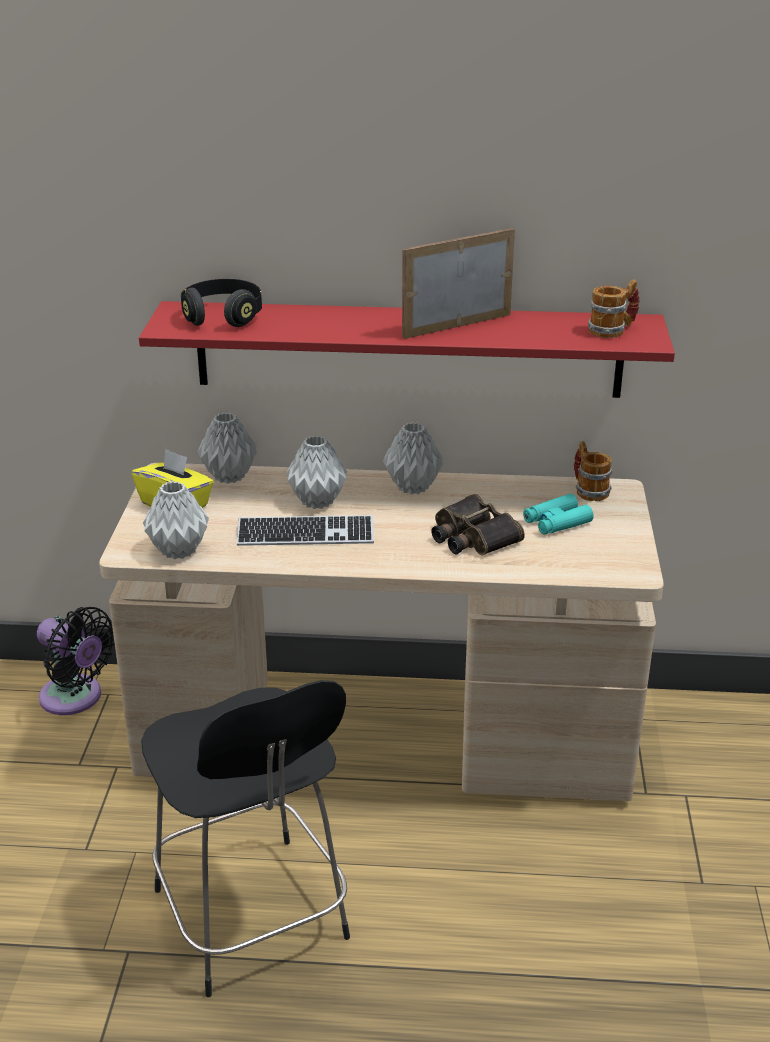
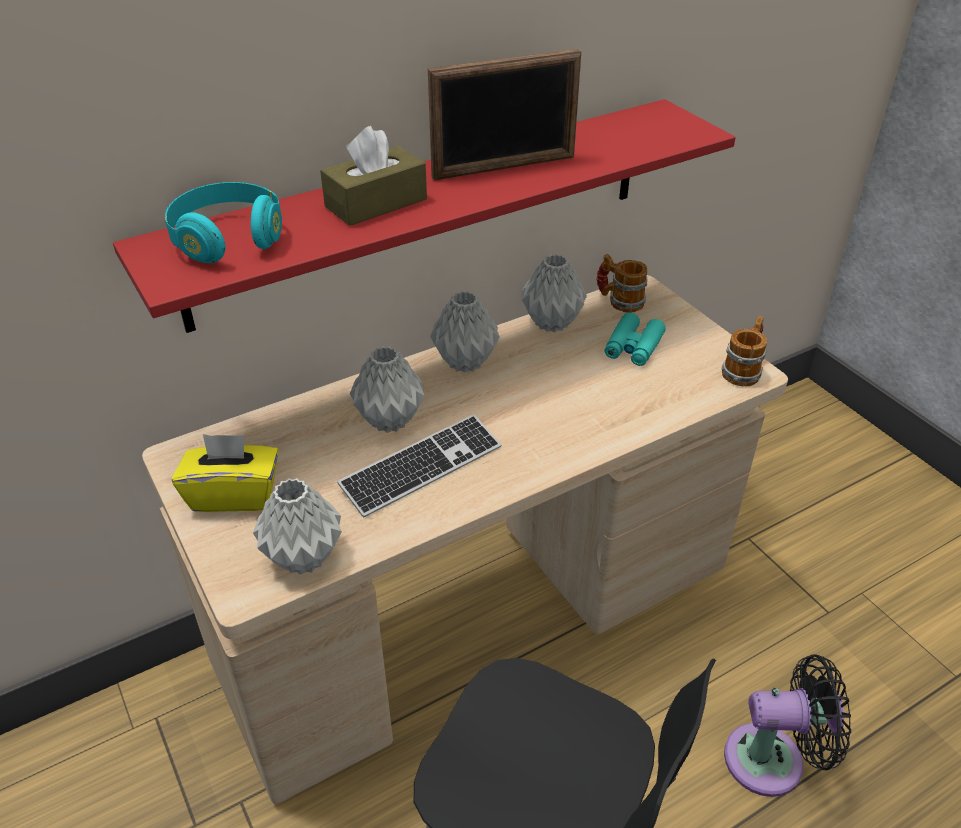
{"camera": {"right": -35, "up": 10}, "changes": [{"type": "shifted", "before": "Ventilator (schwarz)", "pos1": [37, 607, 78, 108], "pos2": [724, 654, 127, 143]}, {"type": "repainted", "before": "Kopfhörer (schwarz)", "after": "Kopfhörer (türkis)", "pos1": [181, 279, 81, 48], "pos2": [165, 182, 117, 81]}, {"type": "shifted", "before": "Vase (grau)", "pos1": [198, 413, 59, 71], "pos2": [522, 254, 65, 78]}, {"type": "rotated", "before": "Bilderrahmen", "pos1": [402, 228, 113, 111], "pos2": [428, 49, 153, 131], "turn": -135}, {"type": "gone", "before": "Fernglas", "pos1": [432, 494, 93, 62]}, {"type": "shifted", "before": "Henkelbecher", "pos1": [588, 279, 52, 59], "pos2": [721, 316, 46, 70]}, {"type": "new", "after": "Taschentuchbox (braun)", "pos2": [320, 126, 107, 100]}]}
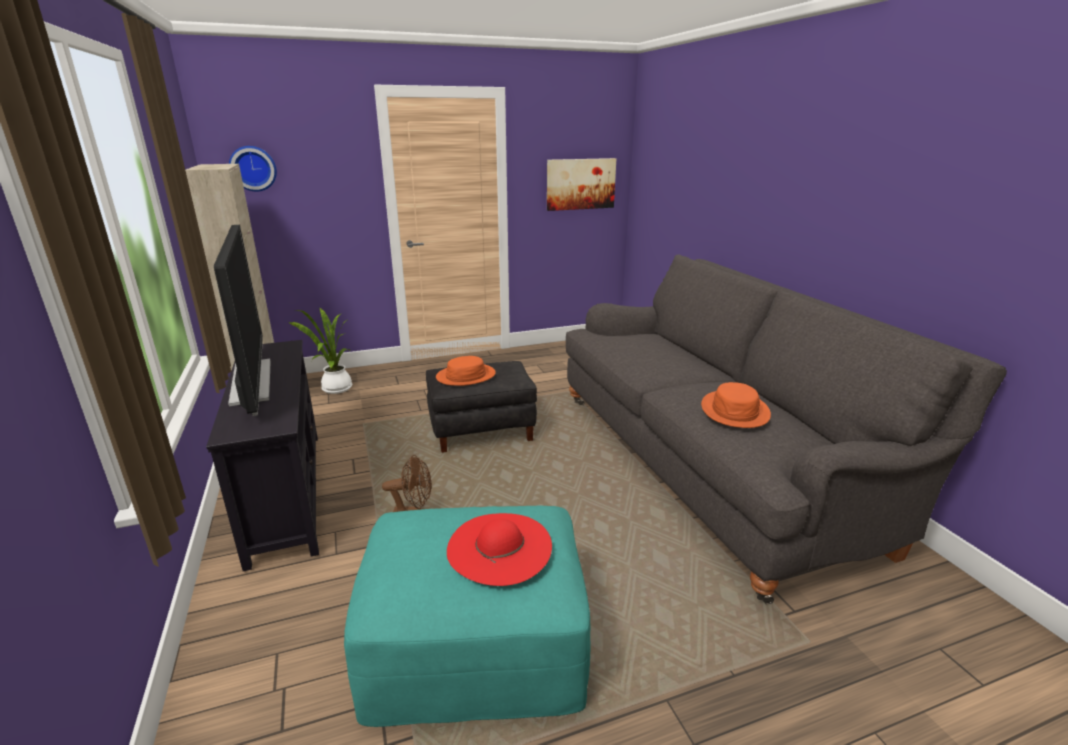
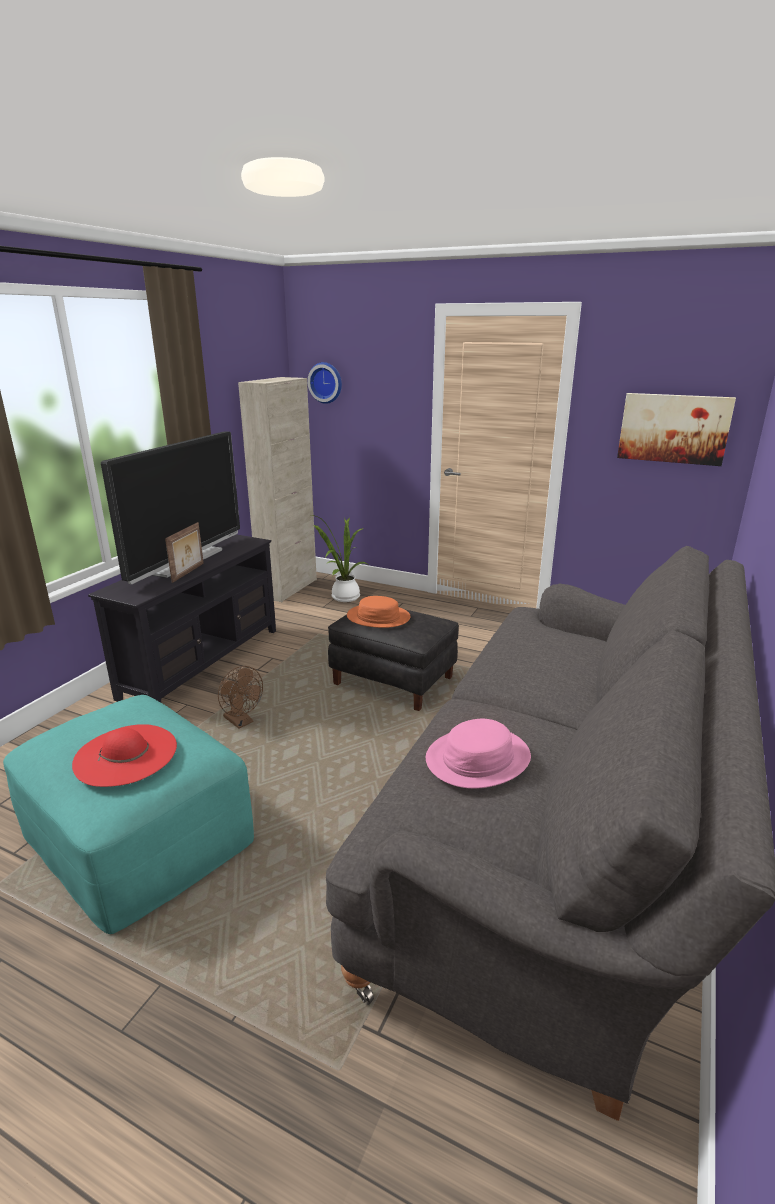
{"camera": {"right": 45, "up": 0}, "changes": [{"type": "repainted", "before": "Hut (orange)", "after": "Hut (rosa)", "pos1": [701, 382, 70, 46], "pos2": [426, 719, 105, 70]}, {"type": "new", "after": "Bilderrahmen", "pos2": [165, 522, 39, 61]}]}
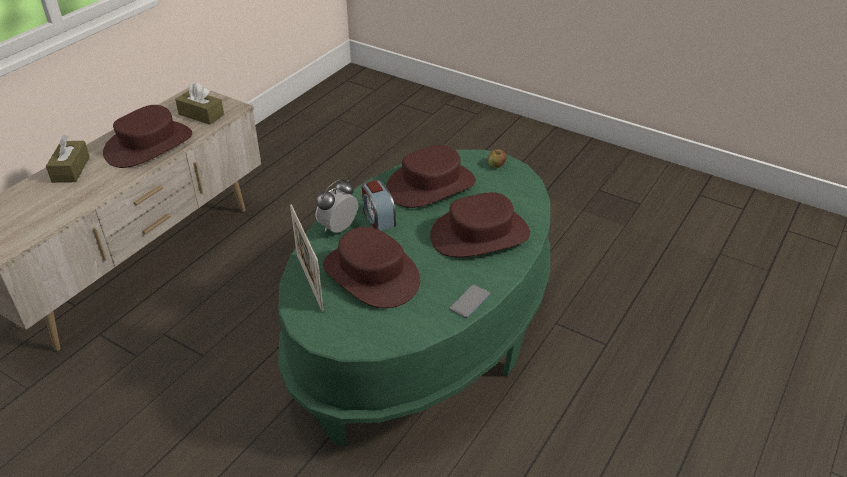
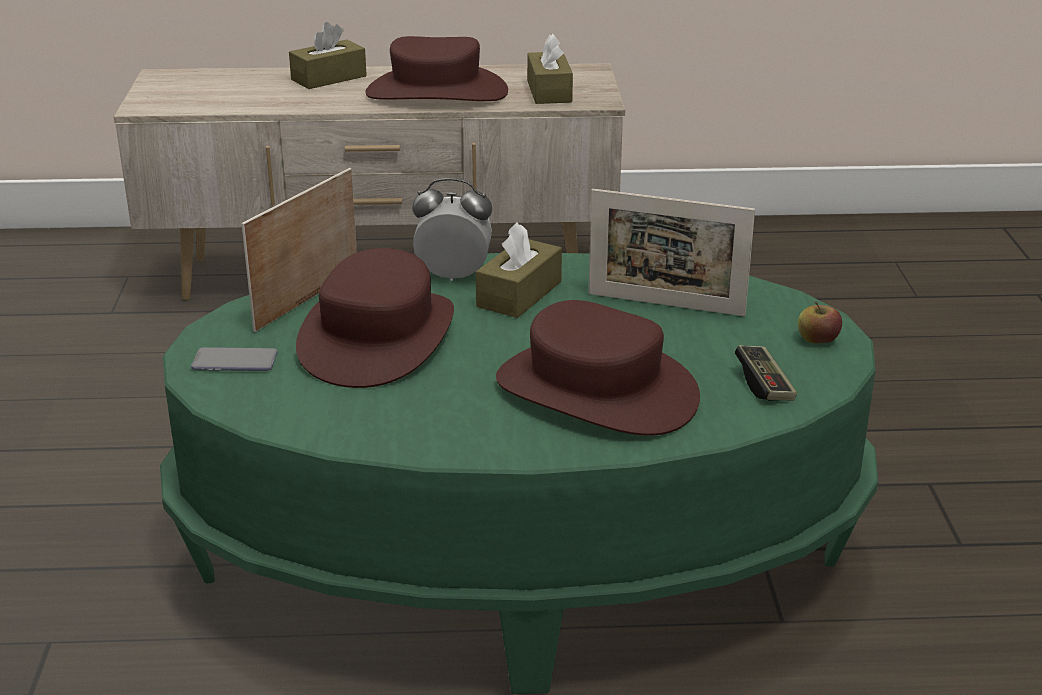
{"camera": {"right": 55, "up": -10}, "changes": [{"type": "swapped", "before": "Wecker", "after": "Taschentuchbox (braun)", "pos1": [362, 180, 34, 51], "pos2": [476, 222, 86, 96]}, {"type": "swapped", "before": "Hut (braun)", "after": "Bilderrahmen", "pos1": [386, 145, 90, 63], "pos2": [589, 189, 166, 127]}, {"type": "shifted", "before": "Handy", "pos1": [449, 285, 41, 33], "pos2": [191, 347, 87, 24]}, {"type": "new", "after": "Gamepad", "pos2": [735, 345, 62, 56]}]}
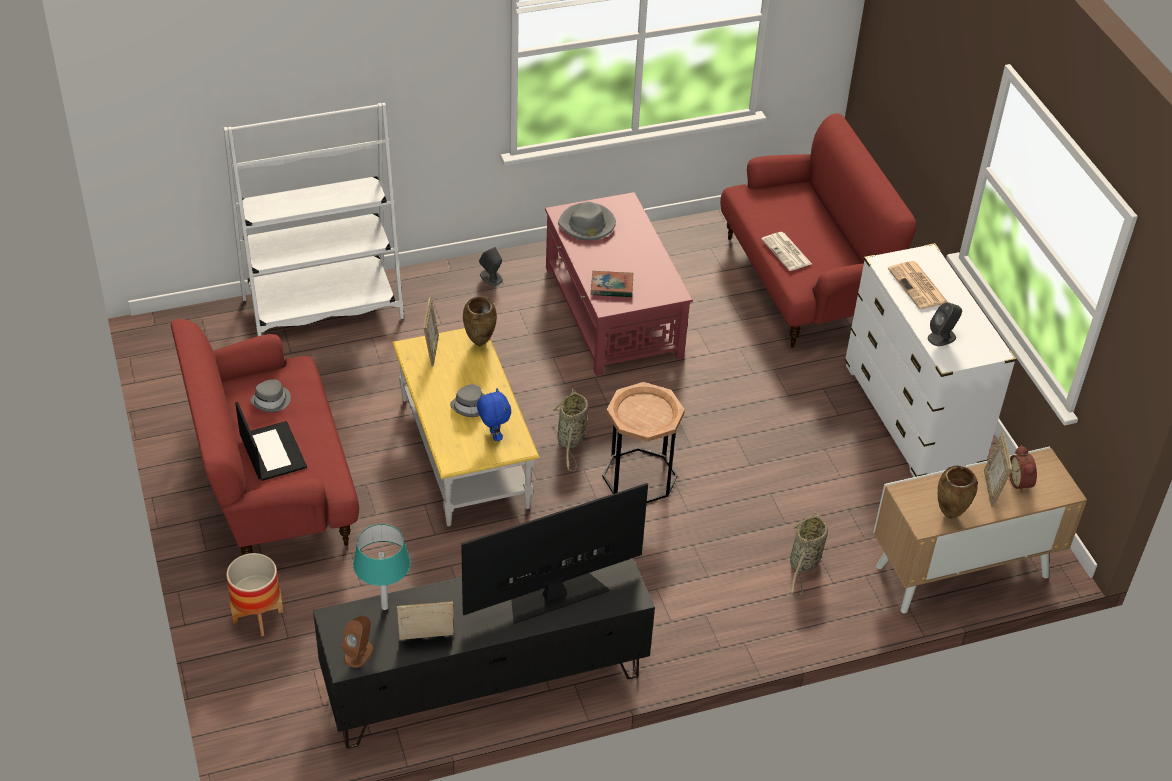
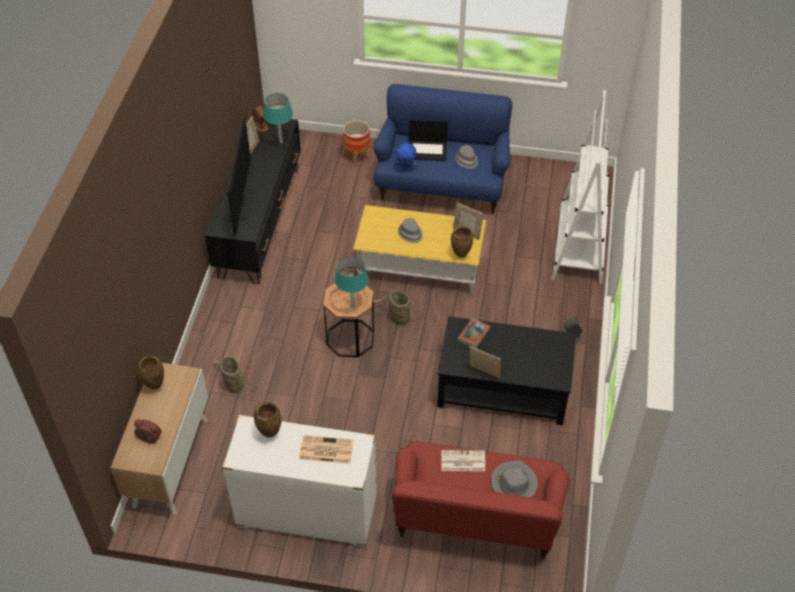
{"camera": {"right": 120, "up": 5}, "changes": [{"type": "repainted", "before": "Sofa (rot)", "after": "Sofa (blau)", "pos1": [171, 319, 188, 236], "pos2": [374, 84, 138, 130]}, {"type": "shifted", "before": "Plüschtier (blau)", "pos1": [477, 388, 34, 53], "pos2": [395, 143, 22, 28]}, {"type": "repainted", "before": "Couchtisch (rot)", "after": "Couchtisch (schwarz)", "pos1": [545, 192, 148, 184], "pos2": [437, 316, 139, 109]}, {"type": "shifted", "before": "Hut (grau)", "pos1": [558, 202, 58, 39], "pos2": [491, 461, 47, 36]}, {"type": "swapped", "before": "Lautsprecher (grau)", "after": "Vase (braun)", "pos1": [928, 302, 34, 44], "pos2": [254, 402, 27, 36]}, {"type": "shifted", "before": "Bilderrahmen", "pos1": [984, 432, 28, 75], "pos2": [469, 346, 32, 33]}, {"type": "new", "after": "Tischlampe (türkis)", "pos2": [335, 257, 34, 51]}]}
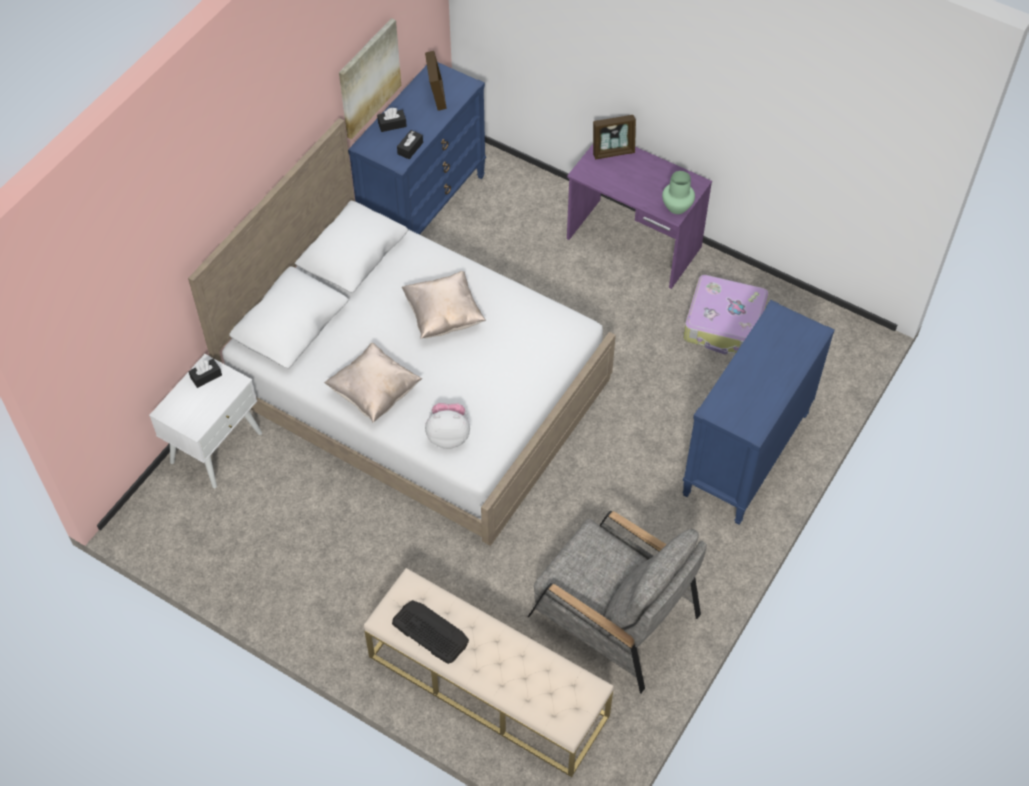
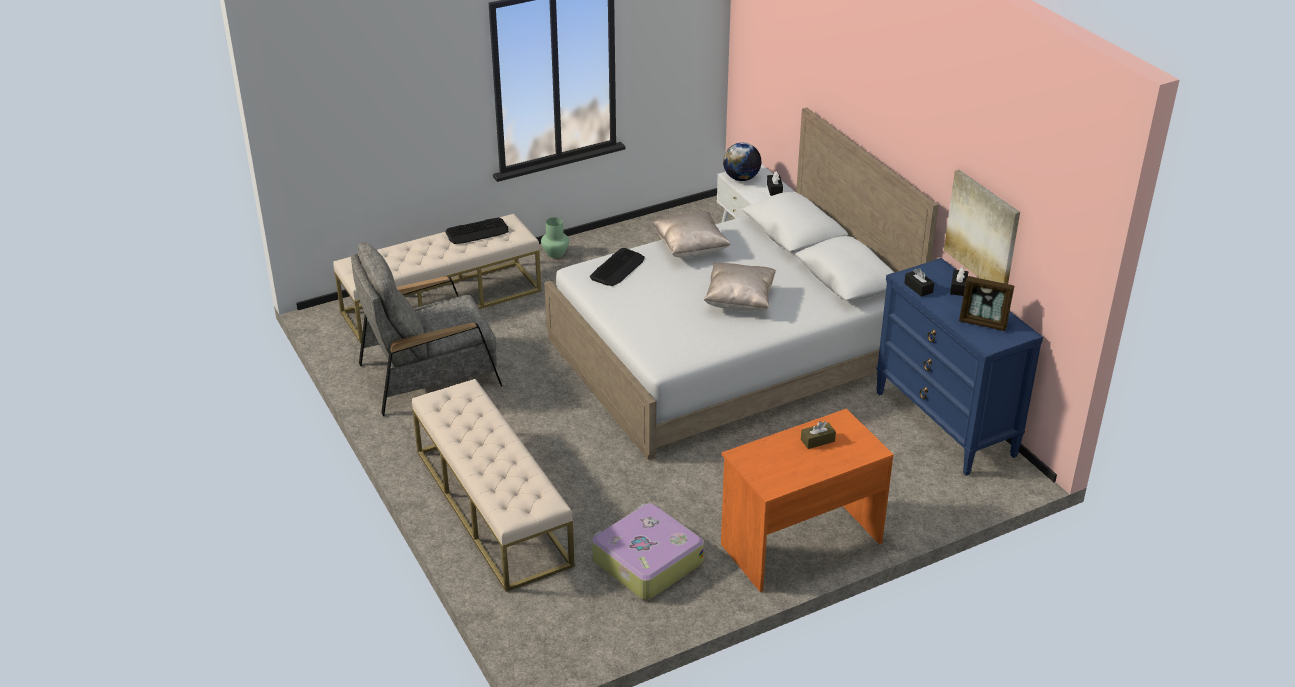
{"camera": {"right": 120, "up": -20}, "changes": [{"type": "swapped", "before": "Plüschtier", "after": "Tastatur", "pos1": [425, 403, 45, 46], "pos2": [590, 248, 55, 38]}, {"type": "repainted", "before": "Schreibtisch (lila)", "after": "Schreibtisch (orange)", "pos1": [567, 144, 145, 145], "pos2": [721, 409, 173, 183]}, {"type": "gone", "before": "Bilderrahmen", "pos1": [593, 115, 43, 44]}, {"type": "shifted", "before": "Vase (grün)", "pos1": [662, 171, 33, 43], "pos2": [541, 217, 28, 41]}, {"type": "swapped", "before": "Kommode (blau)", "after": "Bank (beige)", "pos1": [682, 300, 153, 225], "pos2": [412, 379, 163, 213]}, {"type": "new", "after": "Globus", "pos2": [723, 143, 39, 38]}, {"type": "new", "after": "Taschentuchbox (braun)", "pos2": [801, 421, 35, 28]}]}
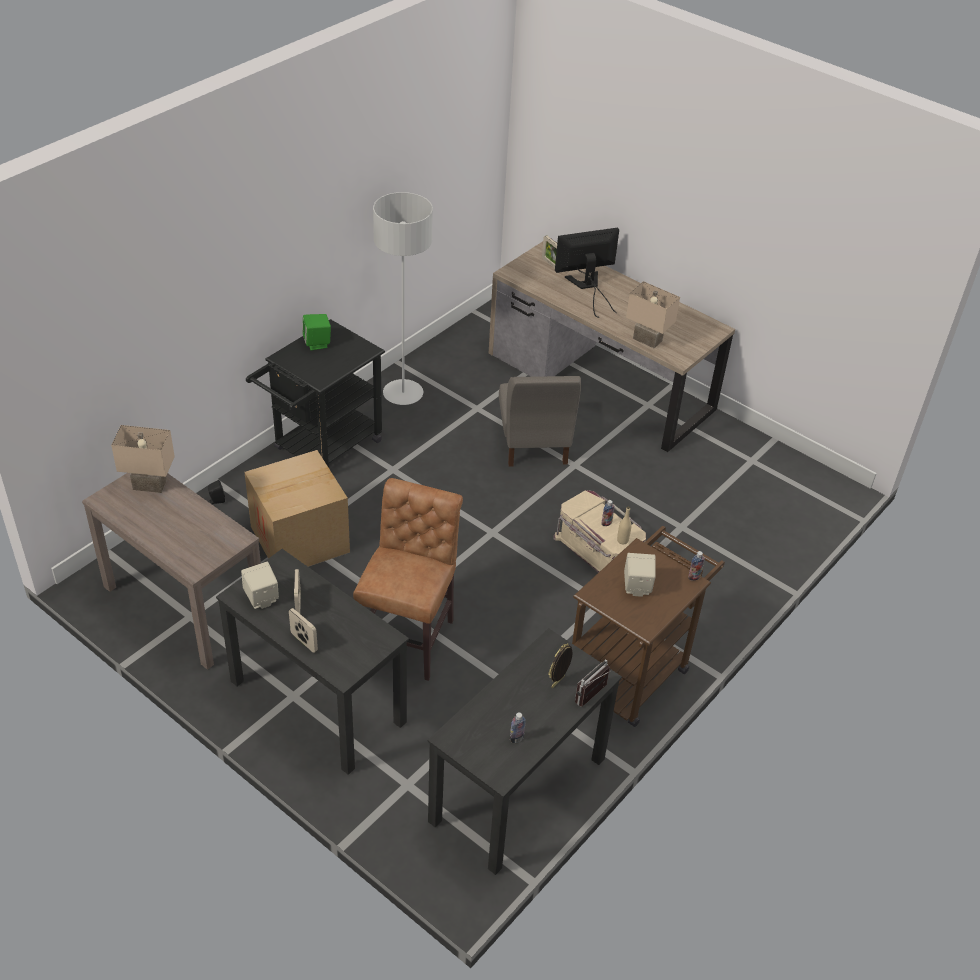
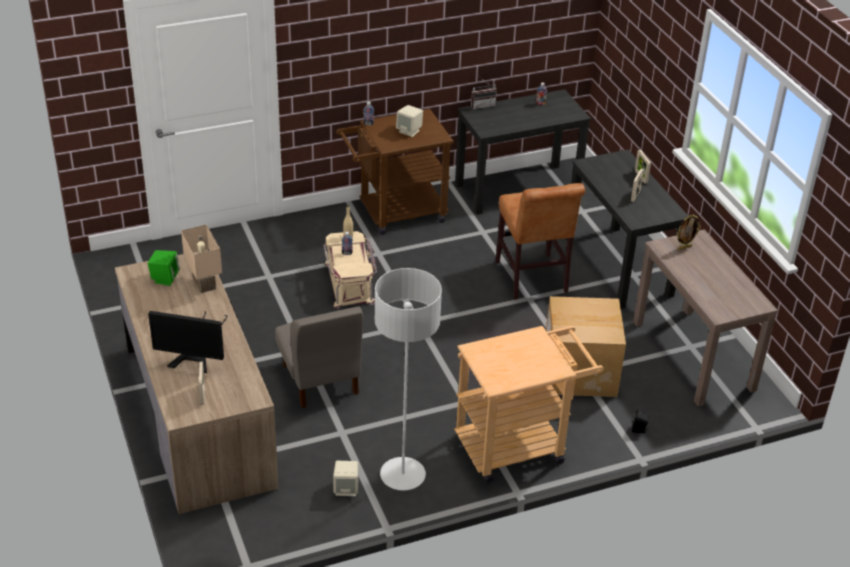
{"camera": {"right": -150, "up": -5}, "changes": [{"type": "gone", "before": "Tischlampe (beige)", "pos1": [111, 425, 64, 68]}, {"type": "shifted", "before": "Lautsprecher (beige)", "pos1": [241, 562, 38, 47], "pos2": [333, 461, 25, 35]}, {"type": "repainted", "before": "Rollwagen (schwarz)", "after": "Rollwagen (beige)", "pos1": [246, 319, 139, 149], "pos2": [454, 326, 149, 157]}, {"type": "shifted", "before": "Lautsprecher (grün)", "pos1": [302, 314, 29, 36], "pos2": [148, 250, 32, 36]}, {"type": "rotated", "before": "Stuhl (braun)", "pos1": [353, 478, 110, 203], "pos2": [496, 183, 89, 117], "turn": -60}, {"type": "rotated", "before": "Stuhl (grau)", "pos1": [499, 376, 82, 91], "pos2": [275, 306, 88, 102], "turn": 135}, {"type": "shifted", "before": "Bilderrahmen", "pos1": [548, 643, 24, 45], "pos2": [676, 214, 25, 36]}]}
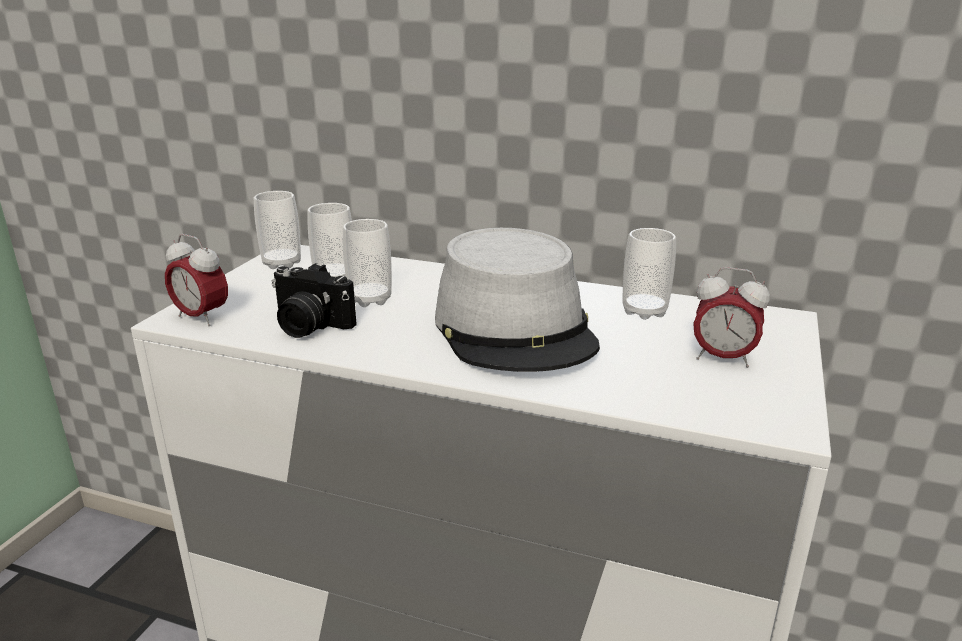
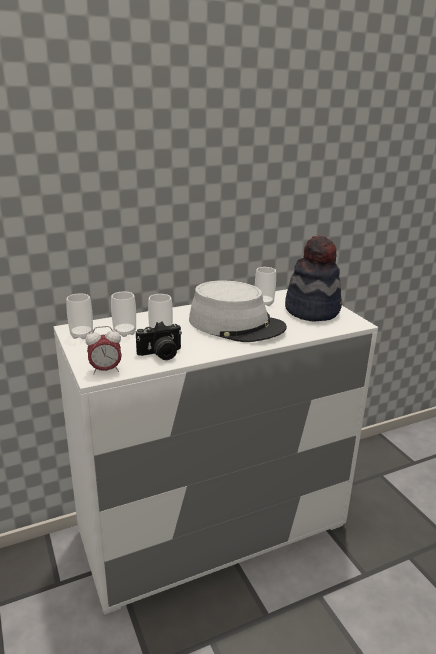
{"camera": {"right": -45, "up": 0}, "changes": [{"type": "swapped", "before": "Wecker", "after": "Hut", "pos1": [693, 267, 77, 101], "pos2": [285, 235, 57, 87]}]}
